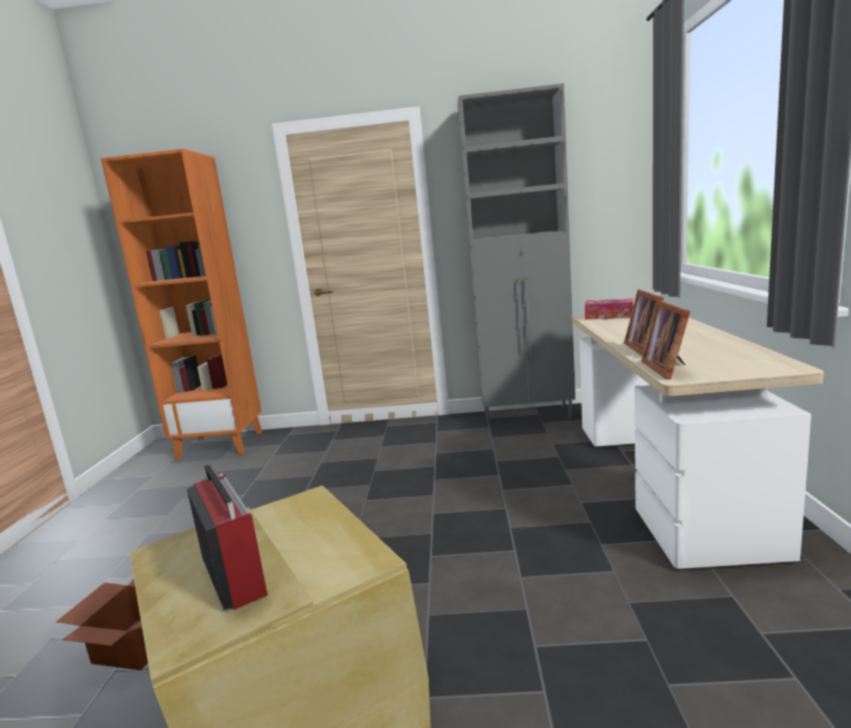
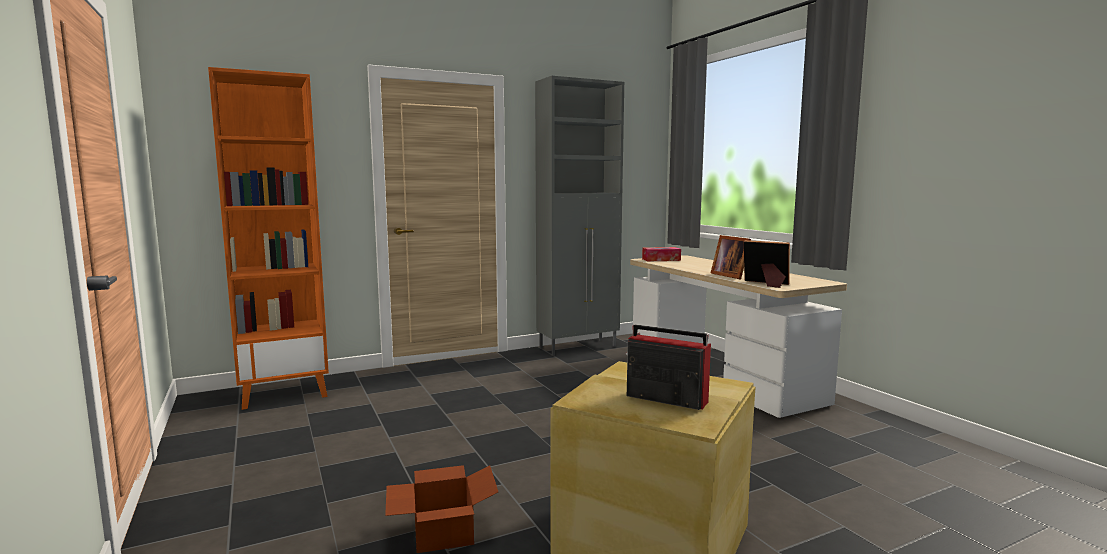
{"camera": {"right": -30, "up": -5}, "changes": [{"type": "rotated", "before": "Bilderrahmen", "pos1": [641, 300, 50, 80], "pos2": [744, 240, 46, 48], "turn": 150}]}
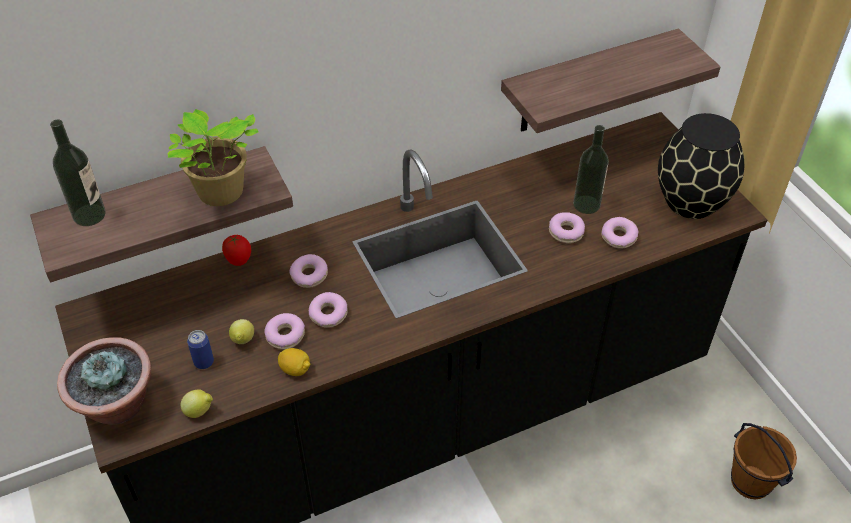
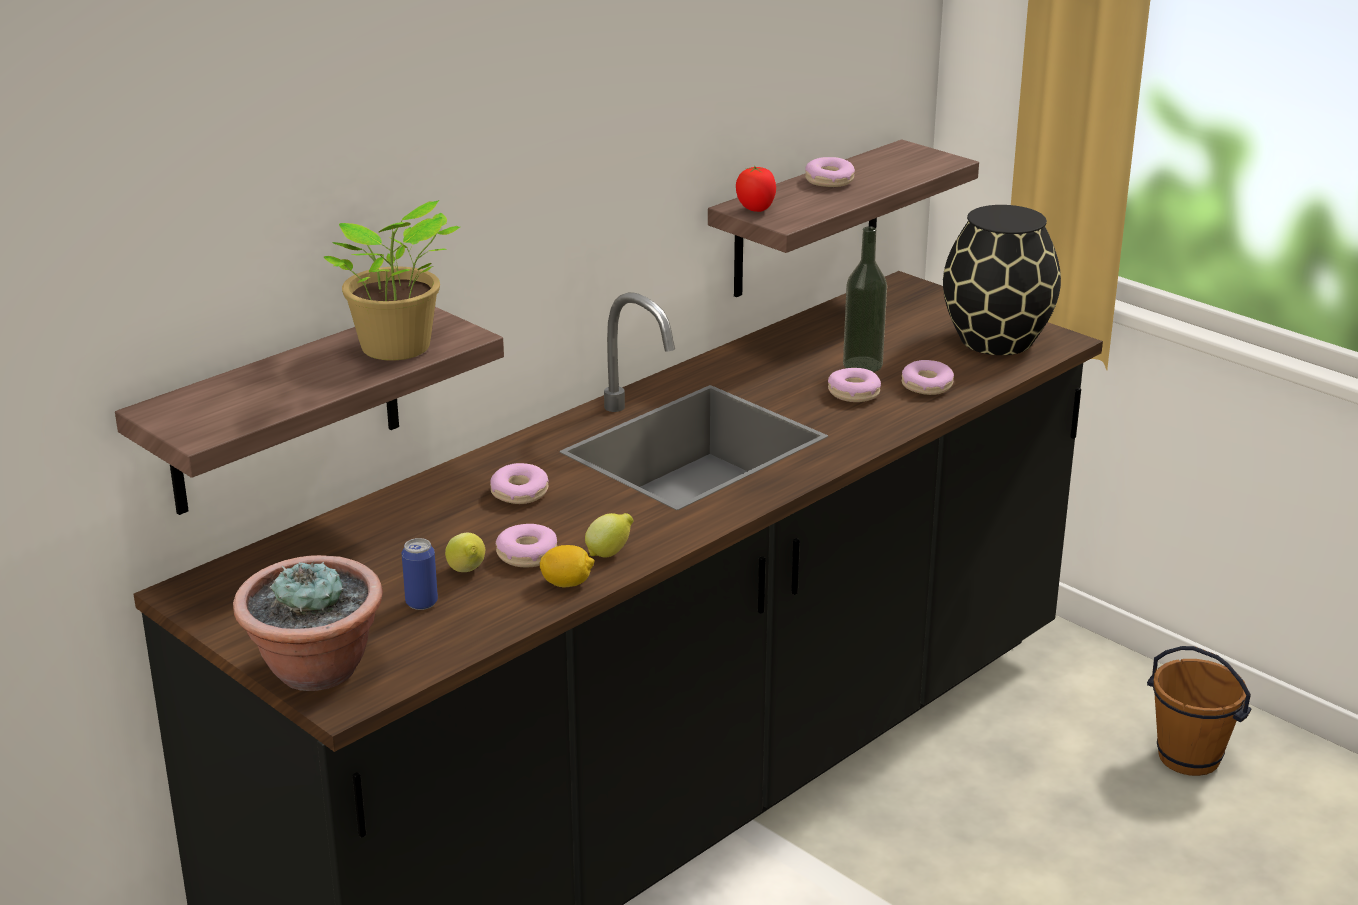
{"camera": {"right": -20, "up": -20}, "changes": [{"type": "gone", "before": "Flasche", "pos1": [50, 119, 56, 107]}, {"type": "shifted", "before": "Zitrone", "pos1": [181, 390, 32, 28], "pos2": [585, 513, 49, 45]}, {"type": "shifted", "before": "Tomate", "pos1": [222, 234, 29, 32], "pos2": [736, 165, 40, 47]}, {"type": "shifted", "before": "Donut", "pos1": [309, 292, 39, 36], "pos2": [805, 157, 50, 30]}]}
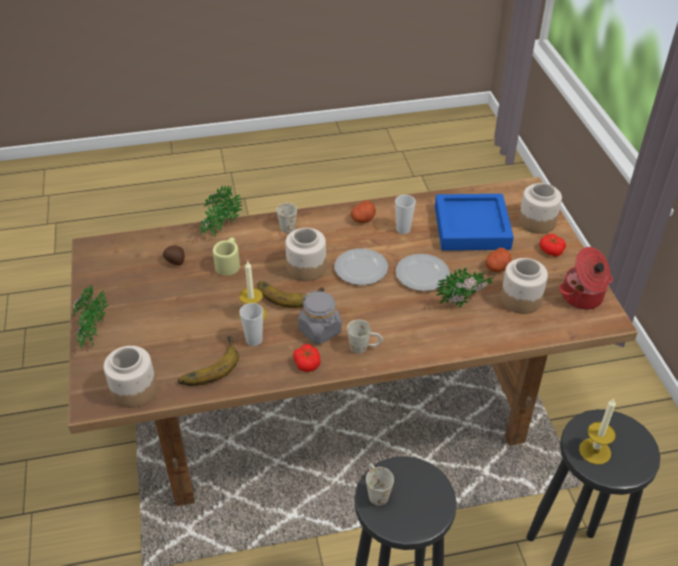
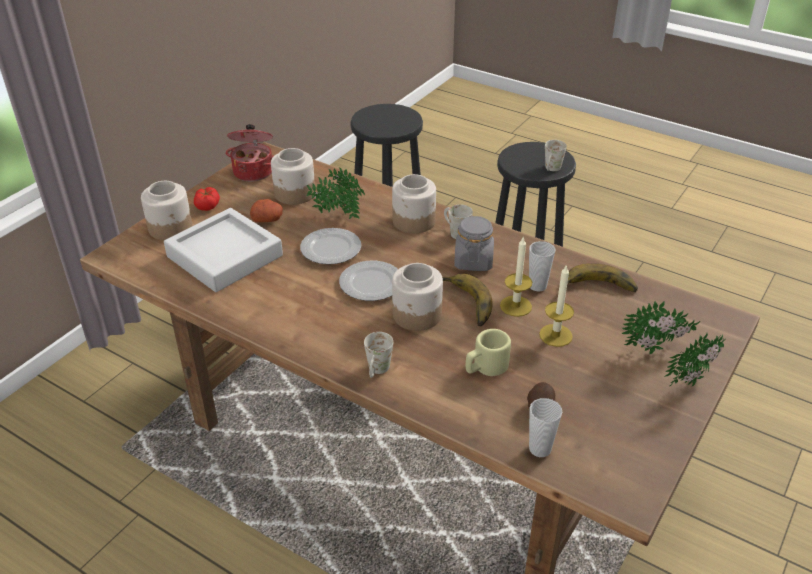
{"camera": {"right": -135, "up": -5}, "changes": [{"type": "shifted", "before": "Vorratsglas", "pos1": [104, 346, 53, 62], "pos2": [392, 174, 44, 60]}, {"type": "shifted", "before": "Topfpflanze", "pos1": [199, 186, 43, 51], "pos2": [622, 301, 78, 53]}, {"type": "gone", "before": "Tomate", "pos1": [293, 344, 28, 28]}, {"type": "gone", "before": "Kartoffel", "pos1": [351, 201, 25, 22]}, {"type": "shifted", "before": "Tasse", "pos1": [395, 195, 21, 39], "pos2": [529, 398, 33, 59]}, {"type": "repainted", "before": "Tablett (blau)", "after": "Tablett (grau)", "pos1": [435, 194, 79, 57], "pos2": [164, 208, 119, 84]}, {"type": "shifted", "before": "Kerze", "pos1": [579, 399, 37, 66], "pos2": [539, 264, 35, 83]}]}
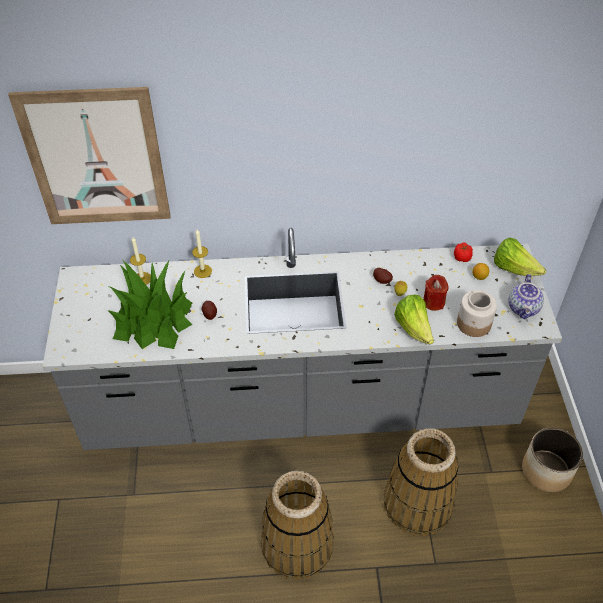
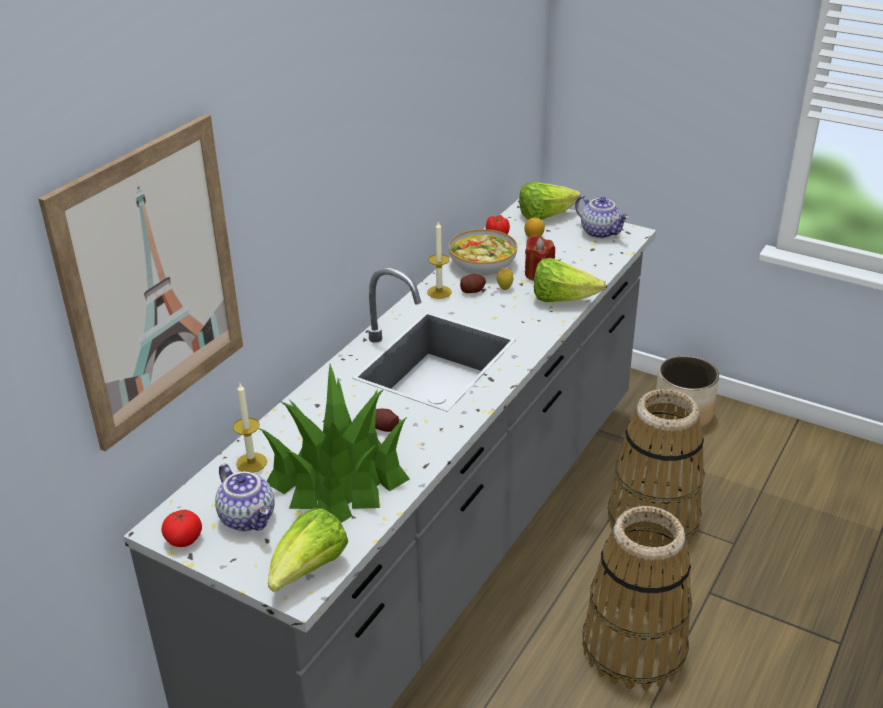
{"camera": {"right": -55, "up": -15}, "changes": [{"type": "shifted", "before": "Kerze", "pos1": [192, 229, 20, 49], "pos2": [427, 221, 25, 78]}, {"type": "gone", "before": "Vorratsglas", "pos1": [457, 290, 40, 47]}, {"type": "new", "after": "Tomate", "pos2": [161, 510, 41, 37]}, {"type": "new", "after": "Teekanne", "pos2": [215, 464, 60, 67]}, {"type": "new", "after": "Salatkopf", "pos2": [268, 508, 80, 84]}, {"type": "new", "after": "Schüssel", "pos2": [448, 229, 69, 47]}]}
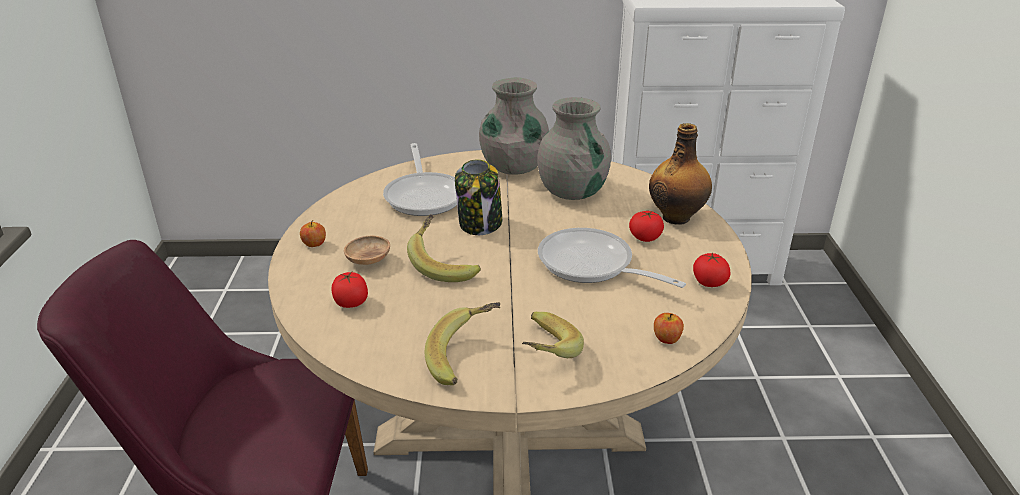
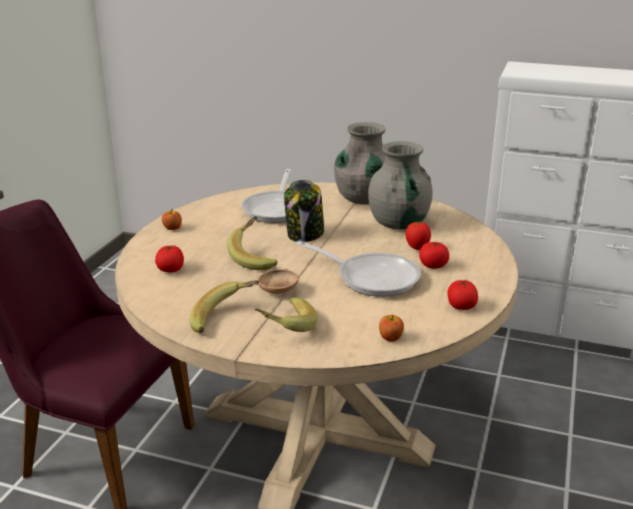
{"camera": {"right": 20, "up": -5}, "changes": [{"type": "shifted", "before": "Schüssel (braun)", "pos1": [344, 236, 46, 29], "pos2": [258, 269, 41, 25]}, {"type": "rotated", "before": "Pfanne", "pos1": [538, 228, 148, 60], "pos2": [296, 241, 125, 56], "turn": 150}, {"type": "gone", "before": "Flasche", "pos1": [649, 123, 63, 102]}, {"type": "new", "after": "Tomate", "pos2": [406, 222, 25, 28]}]}
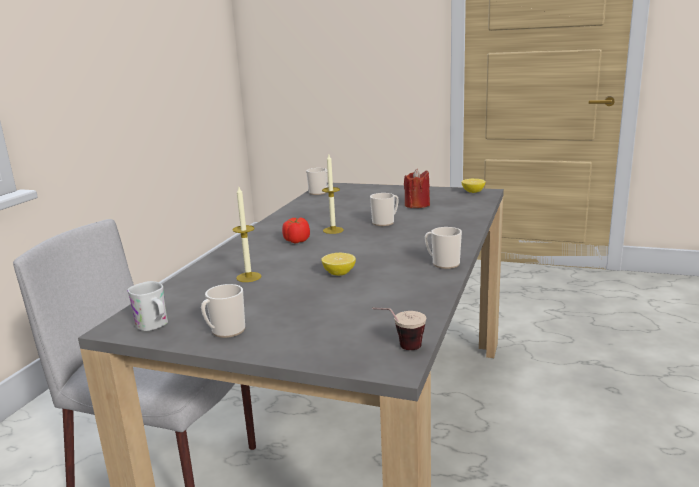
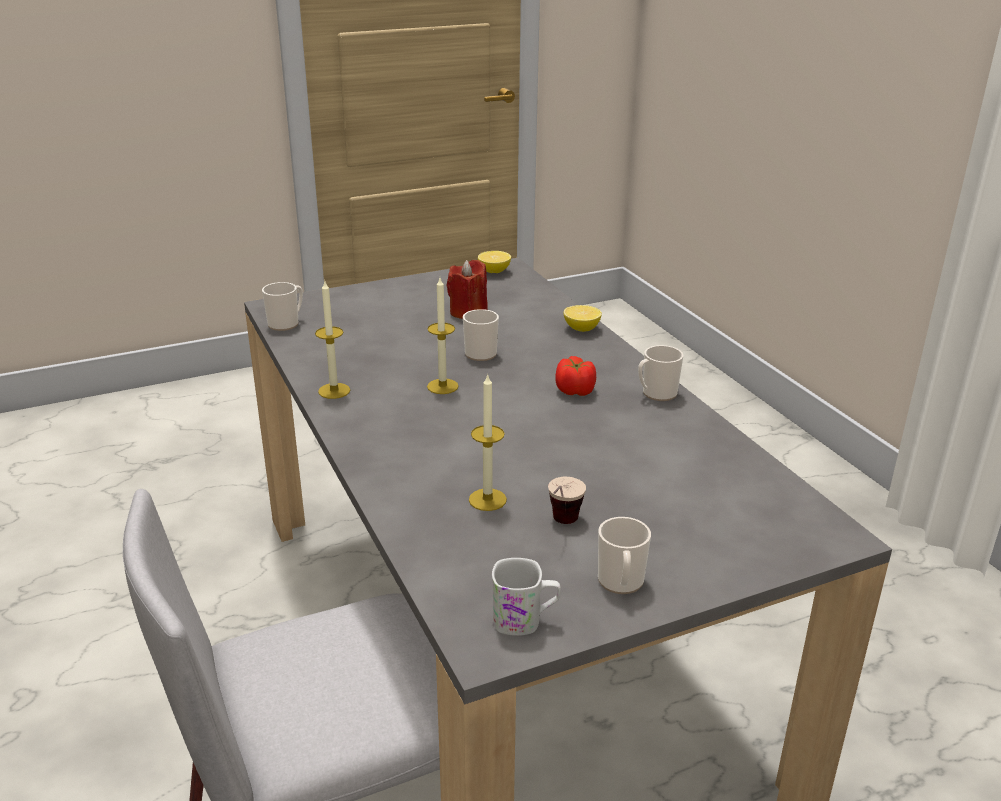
{"camera": {"right": -45, "up": 10}, "changes": [{"type": "shifted", "before": "Tomate", "pos1": [282, 217, 28, 26], "pos2": [555, 356, 41, 40]}, {"type": "shifted", "before": "Zitrone", "pos1": [322, 253, 34, 23], "pos2": [564, 305, 38, 27]}, {"type": "shifted", "before": "Tasse", "pos1": [372, 307, 54, 43], "pos2": [548, 477, 38, 47]}, {"type": "new", "after": "Kerze", "pos2": [315, 282, 35, 117]}]}
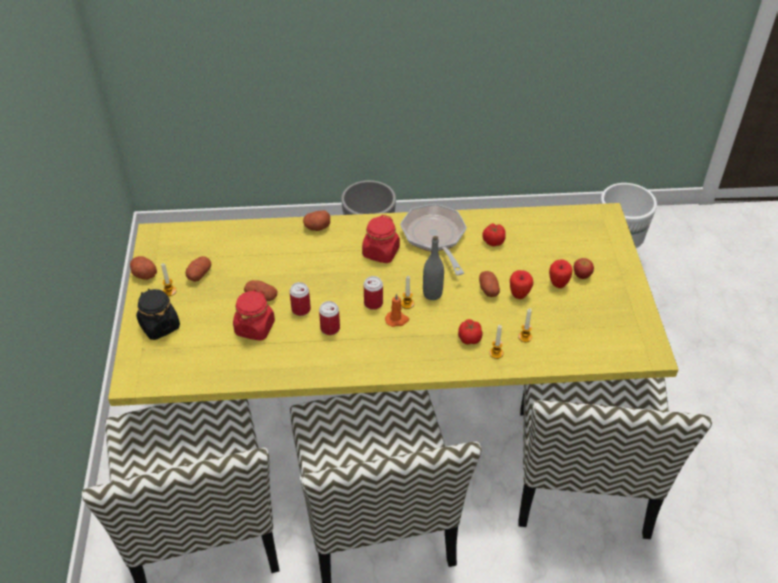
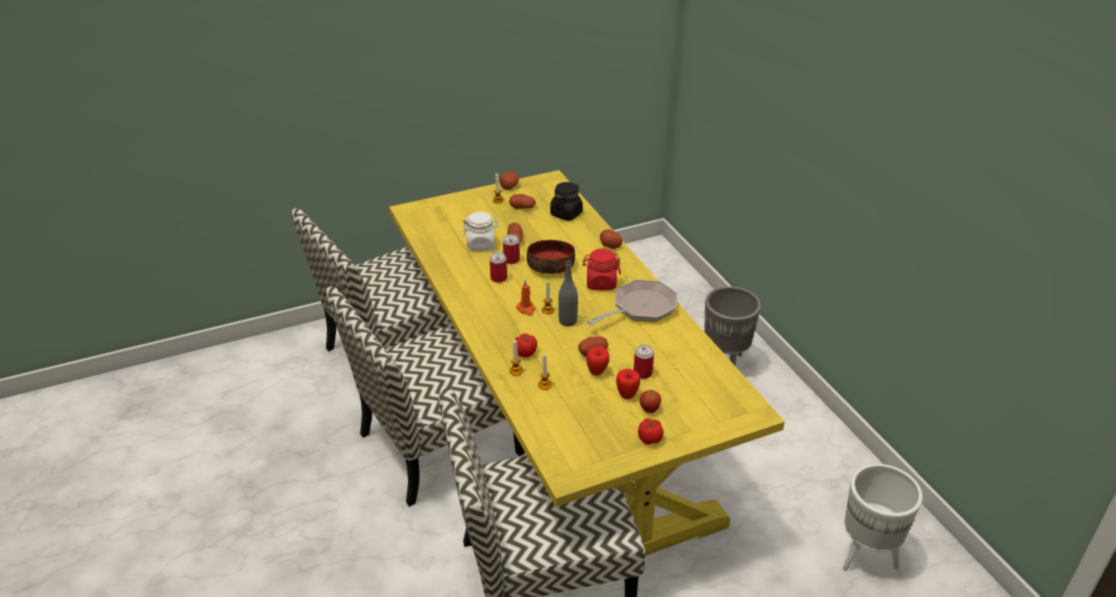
{"camera": {"right": 70, "up": -10}, "changes": [{"type": "shifted", "before": "Vorratsglas (schwarz)", "pos1": [136, 289, 44, 51], "pos2": [550, 182, 33, 39]}, {"type": "repainted", "before": "Vorratsglas (rot)", "after": "Vorratsglas (weiß)", "pos1": [233, 289, 42, 52], "pos2": [463, 212, 36, 39]}, {"type": "shifted", "before": "Dose", "pos1": [364, 276, 19, 34], "pos2": [634, 345, 20, 34]}, {"type": "shifted", "before": "Tomate", "pos1": [482, 223, 24, 23], "pos2": [638, 418, 26, 27]}, {"type": "new", "after": "Schüssel", "pos2": [527, 240, 48, 34]}]}
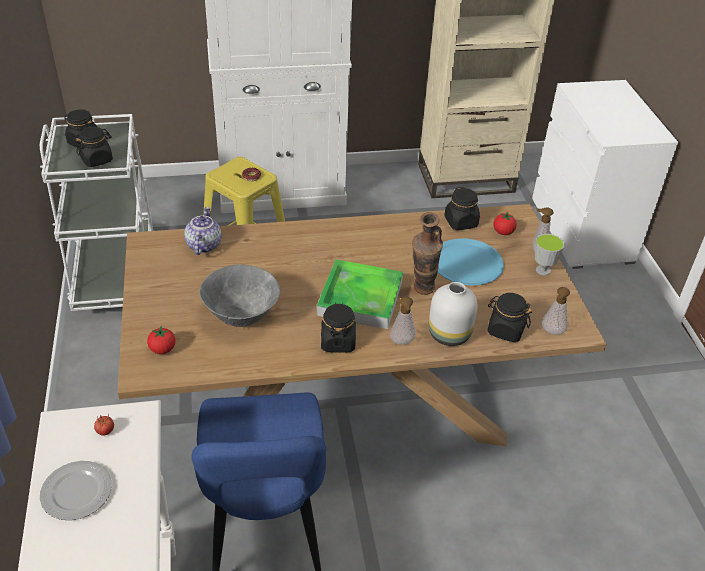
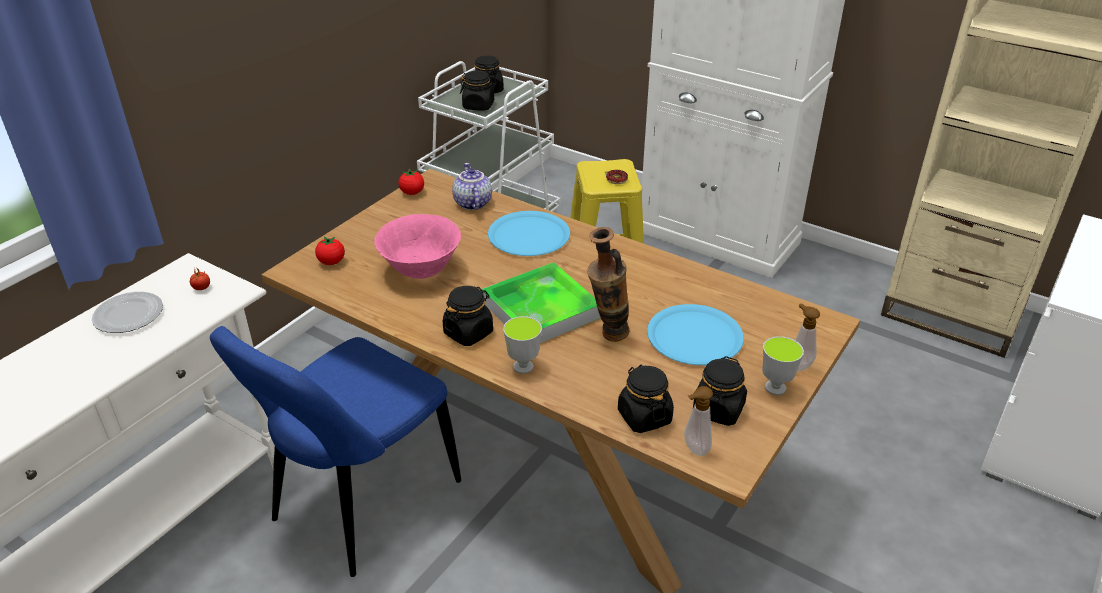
{"camera": {"right": 45, "up": -5}, "changes": [{"type": "rotated", "before": "Teekanne", "pos1": [184, 207, 37, 48], "pos2": [452, 163, 40, 47], "turn": -60}, {"type": "repainted", "before": "Schüssel (grau)", "after": "Schüssel (rosa)", "pos1": [199, 264, 81, 63], "pos2": [374, 214, 87, 65]}, {"type": "swapped", "before": "Seifenspender", "after": "Tasse", "pos1": [390, 296, 26, 49], "pos2": [503, 316, 39, 58]}, {"type": "gone", "before": "Vase (weiß)", "pos1": [429, 282, 48, 64]}, {"type": "shifted", "before": "Vorratsglas (schwarz)", "pos1": [444, 187, 36, 43], "pos2": [693, 356, 54, 70]}, {"type": "shifted", "before": "Tomate", "pos1": [493, 212, 24, 23], "pos2": [398, 169, 26, 26]}, {"type": "new", "after": "Teller (blau)", "pos2": [488, 211, 82, 45]}]}
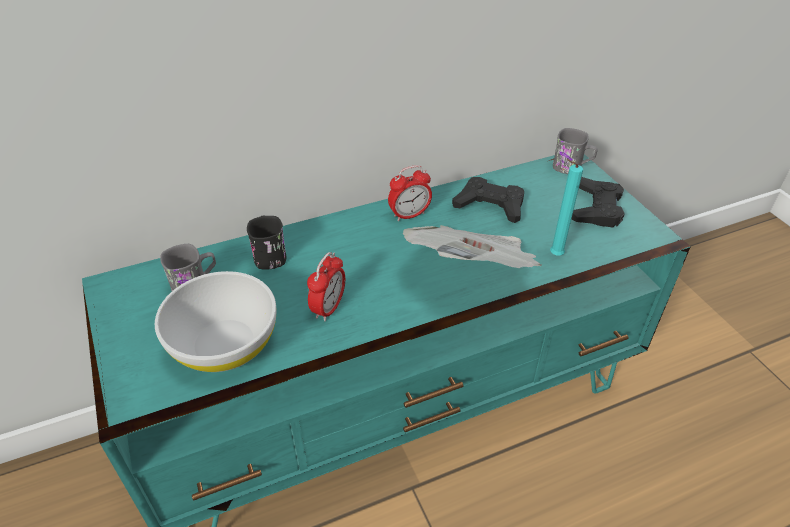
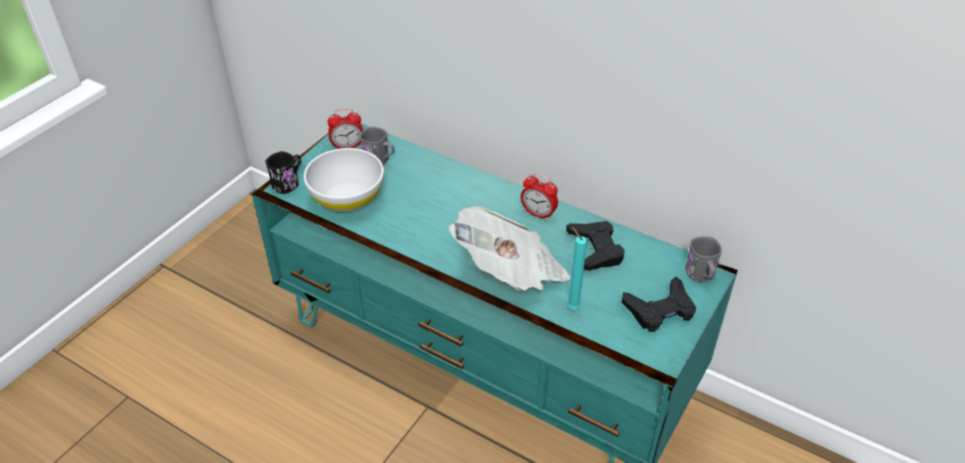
{"camera": {"right": 55, "up": 0}, "changes": [{"type": "shifted", "before": "Henkelbecher (schwarz)", "pos1": [247, 216, 40, 54], "pos2": [265, 151, 36, 43]}, {"type": "shifted", "before": "Wecker", "pos1": [307, 252, 38, 69], "pos2": [327, 108, 36, 41]}]}
